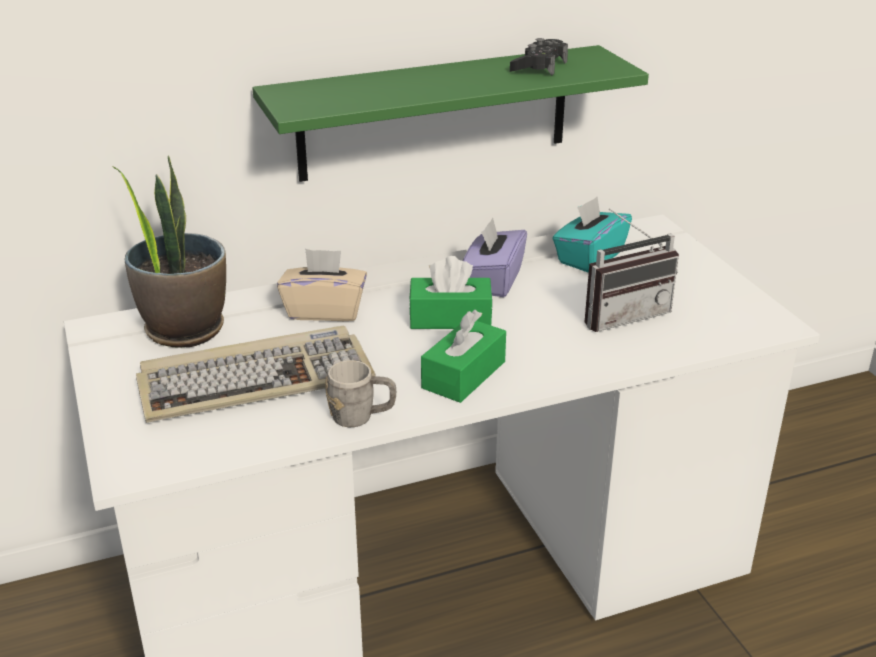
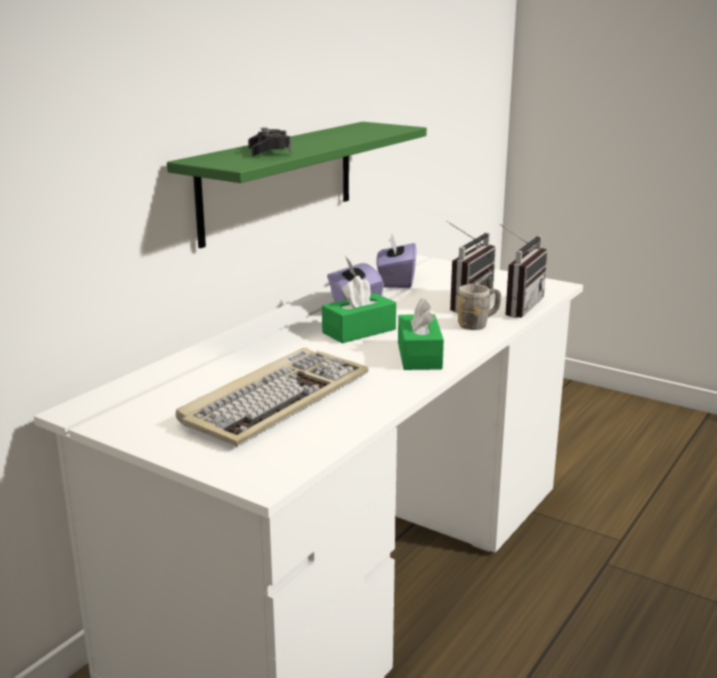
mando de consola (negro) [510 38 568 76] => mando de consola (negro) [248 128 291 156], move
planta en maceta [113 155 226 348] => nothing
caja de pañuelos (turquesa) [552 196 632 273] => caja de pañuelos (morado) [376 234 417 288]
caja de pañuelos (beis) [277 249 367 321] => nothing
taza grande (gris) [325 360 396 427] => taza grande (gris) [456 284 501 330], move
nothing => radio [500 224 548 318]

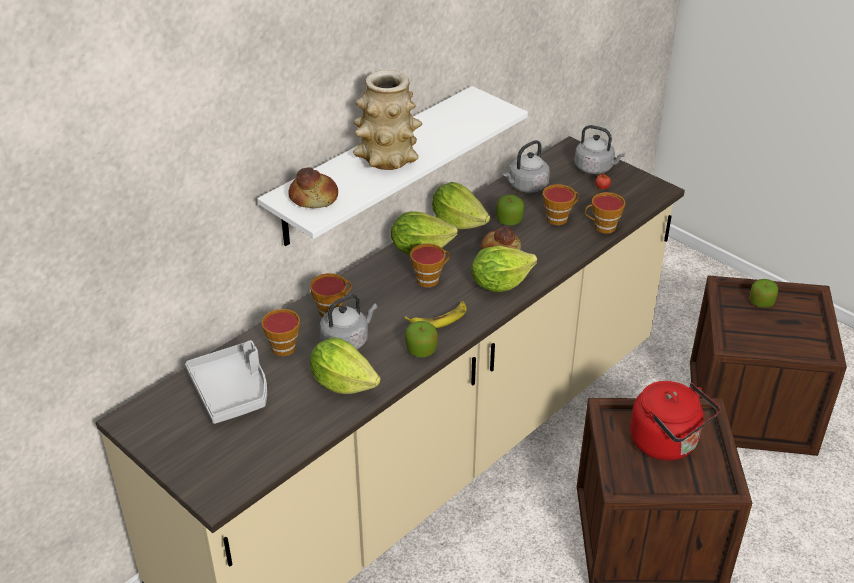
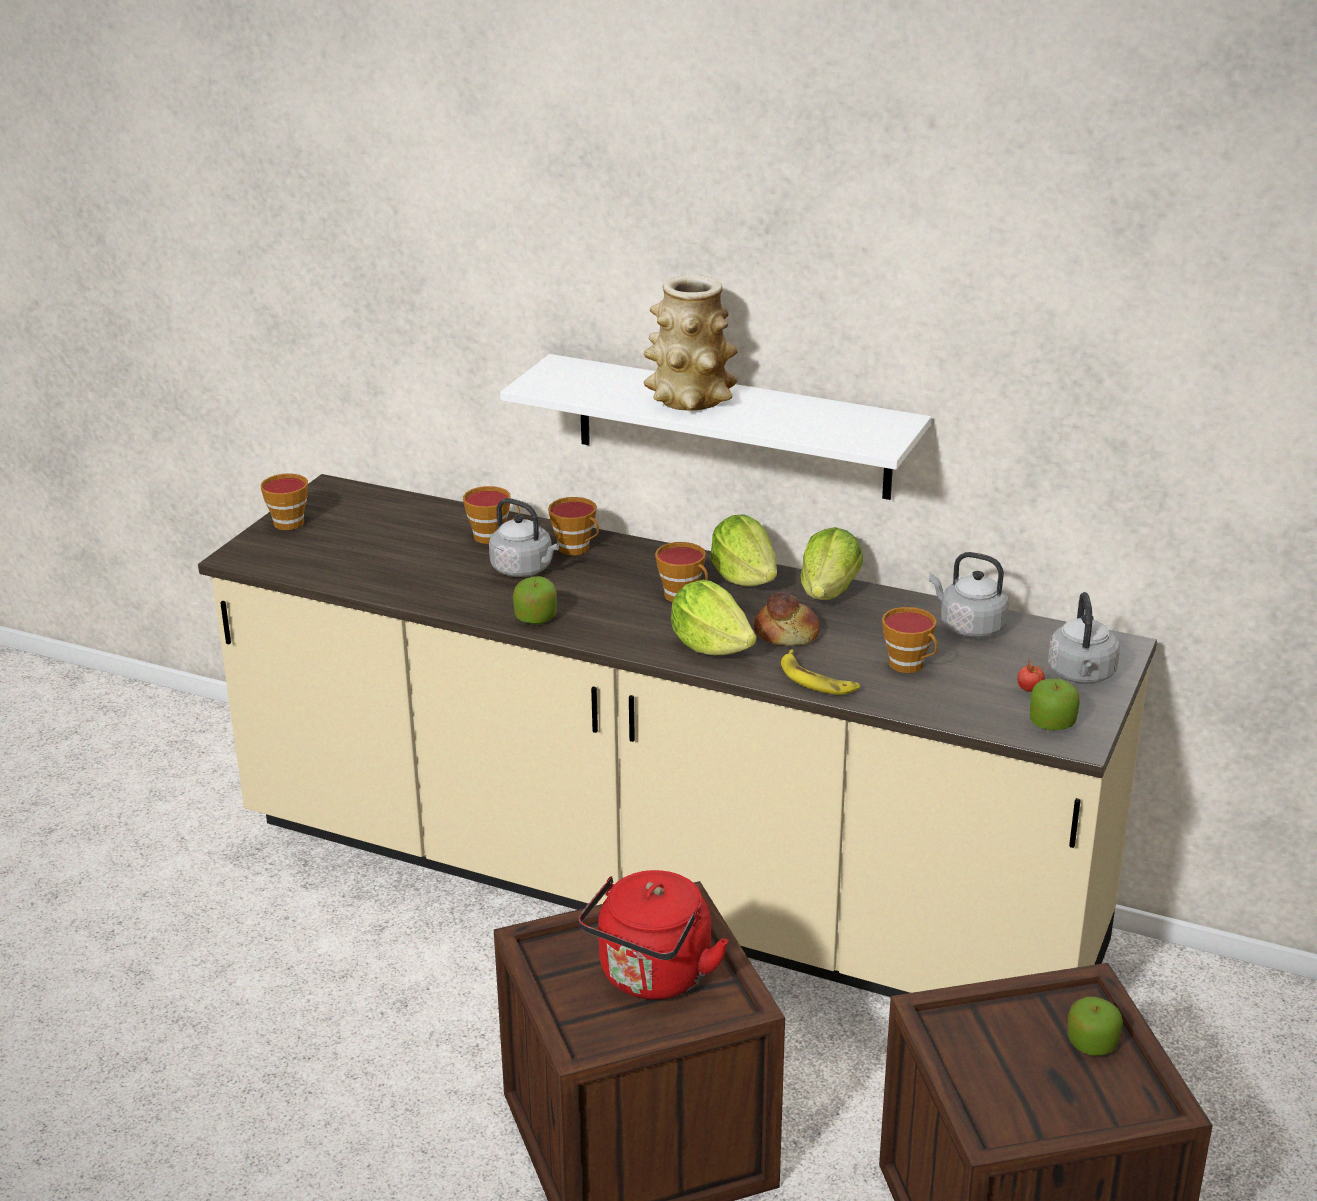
pan [288 167 338 208] => nothing
taza [585 192 625 234] => taza [261 474 308 530], move
manzana [496 194 524 225] => manzana [1030 679 1080 730], move
plátano [405 301 467 328] => plátano [781 649 860 695], move
lechuga [310 338 381 394] => nothing
bandeja (gris) [185 340 267 424] => nothing

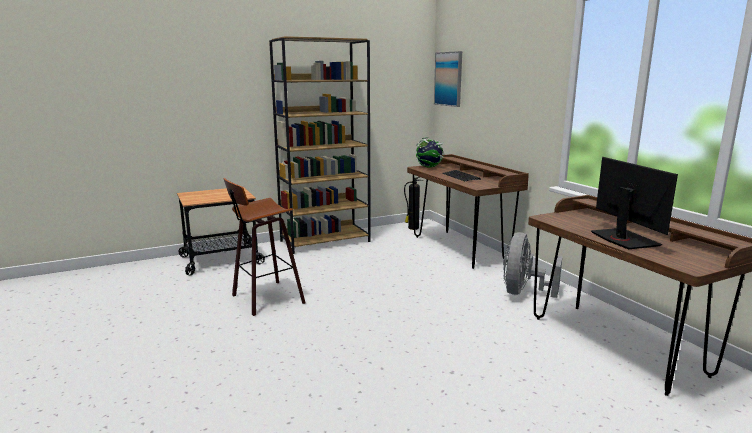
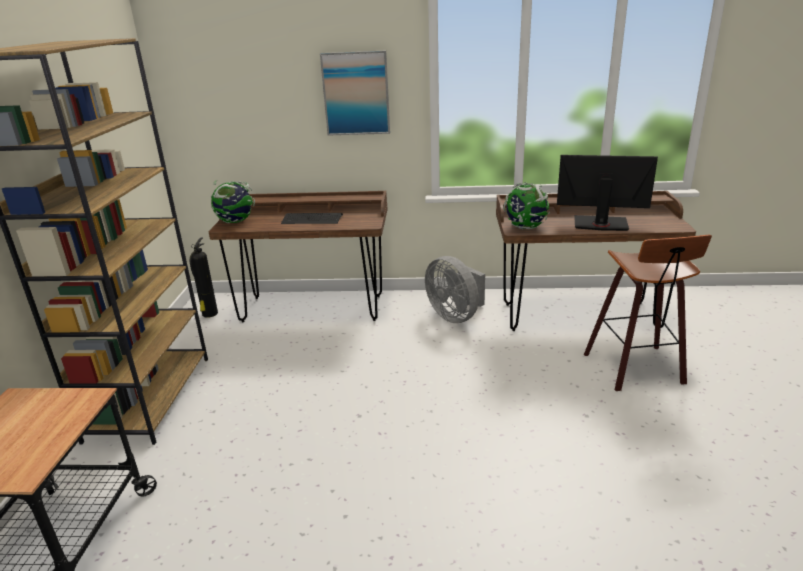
cuadro [434 51 462 107] => cuadro [320 51 390 136], move
taburete [223 178 306 316] => taburete [584 235 712 391], move
nothing => globo terráqueo [503 182 550 229]

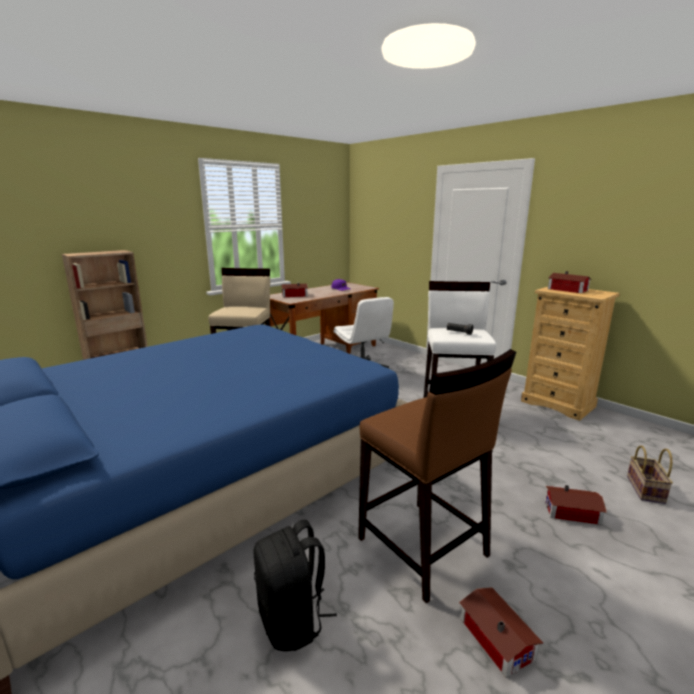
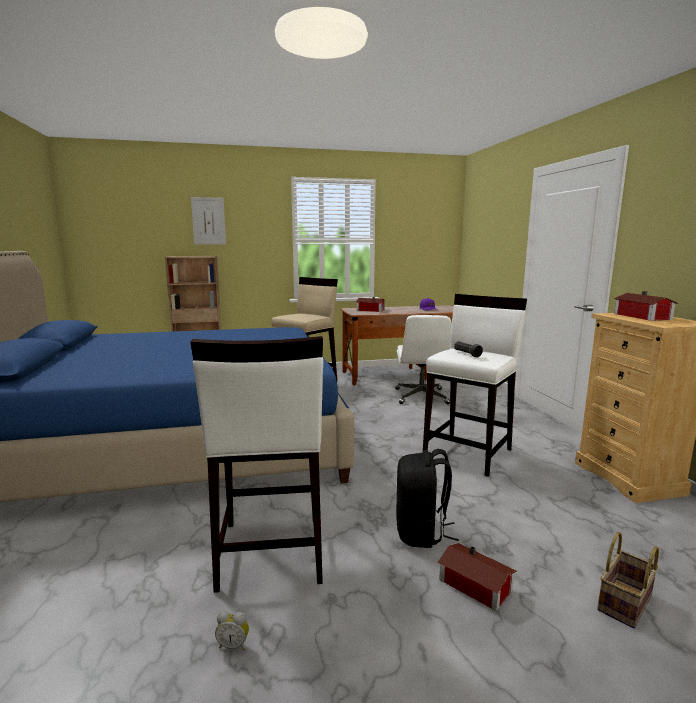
taburete (marrón) [358 349 516 604] => taburete (blanco) [190 336 323 593]
mochila (negro) [253 520 337 651] => mochila (negro) [396 449 459 548], move
casita [459 587 543 678] => despertador [215 611 249 651]
nothing => cuadro [191 197 226 245]

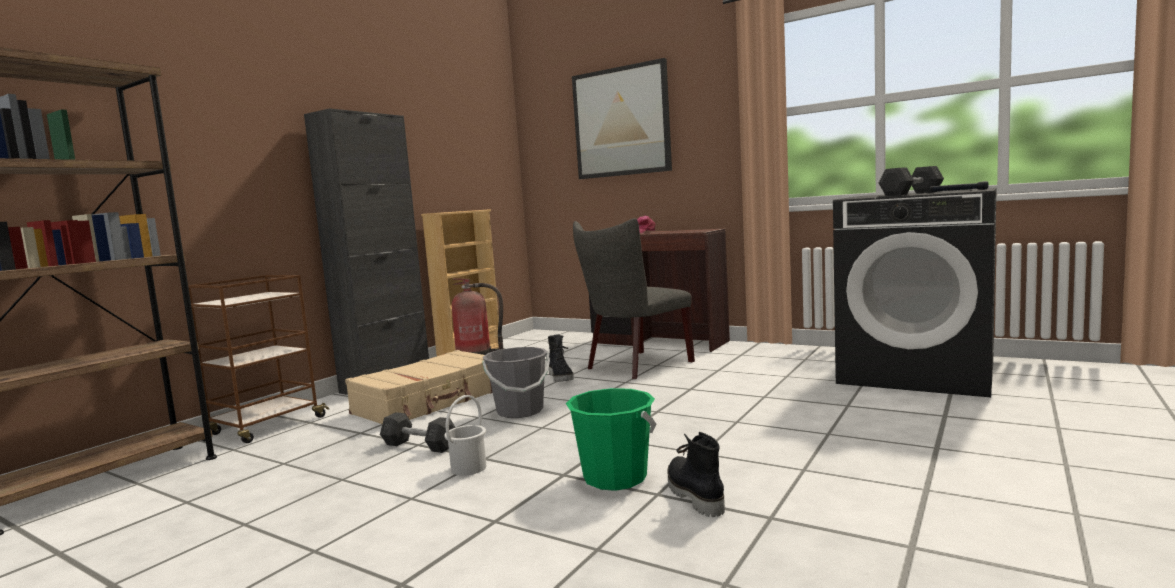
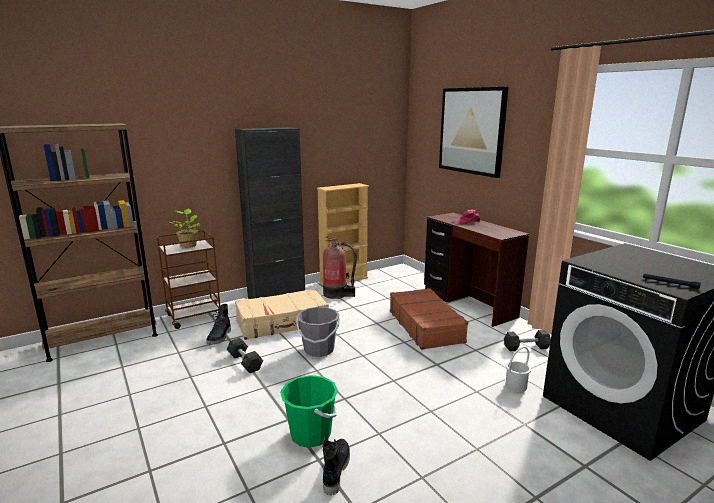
mancuerna (gris) [879 166 944 196] => mancuerna (gris) [504 330 551 351], move
silla (gris) [573 218 695 379] => maleta (marrón) [390 288 468 350]
bota (negro) [548 334 574 382] => bota (negro) [207 304 231 345], move
cubo (blanco) [444 395 486 476] => cubo (blanco) [506 347 531 392], move
nothing => planta en maceta [170 209 200 248]

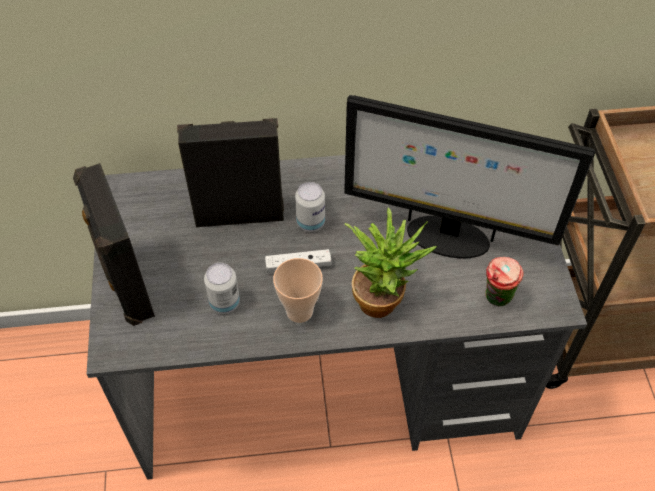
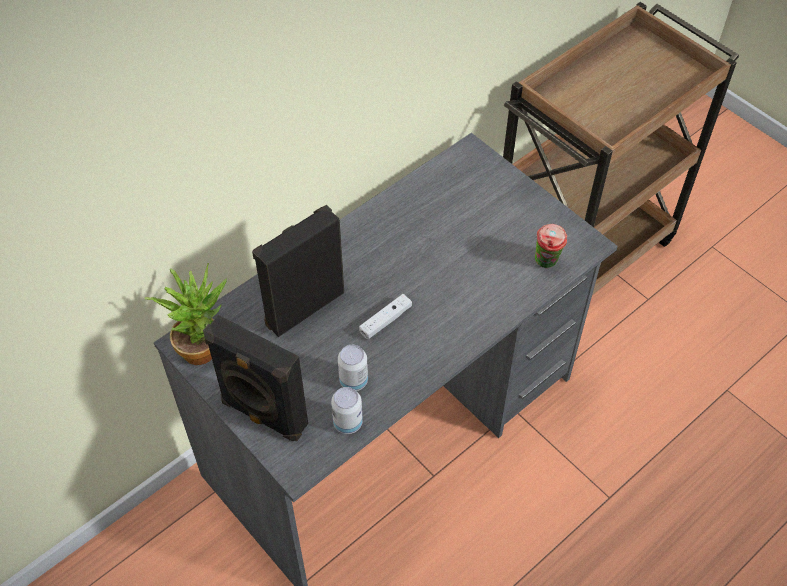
monitor [344 95 595 259] => nothing
lata [295 182 325 232] => lata [331 387 363 434], move
planta en maceta [345 208 437 318] => planta en maceta [145 263 227 365], move
taza [273 258 323 323] => nothing

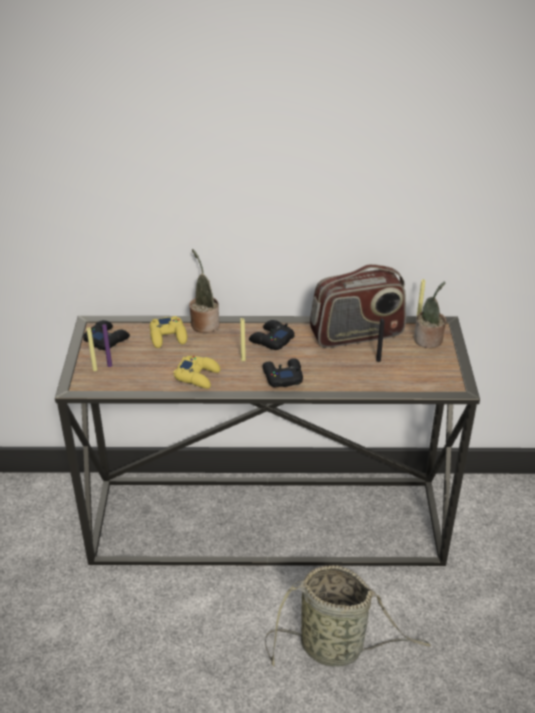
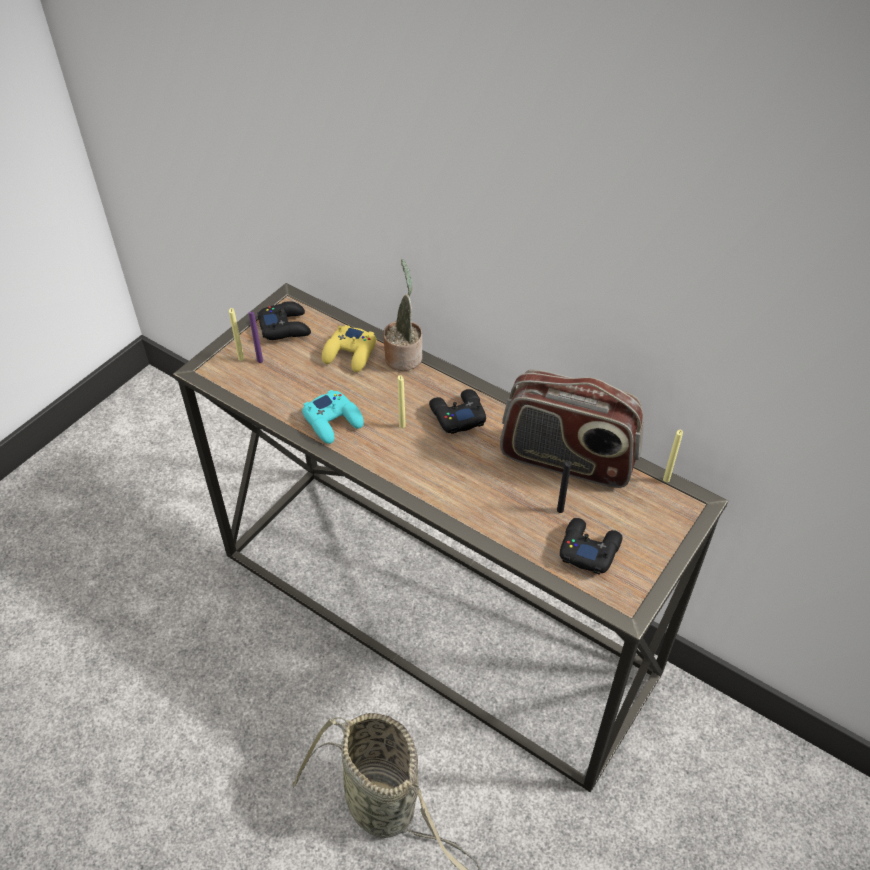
planta en maceta [414 282 446 348] => nothing
mando de consola (amarillo) [174 356 220 389] => mando de consola (turquesa) [302 390 364 444]
mando de consola (negro) [263 358 303 388] => mando de consola (negro) [560 518 622 575], move

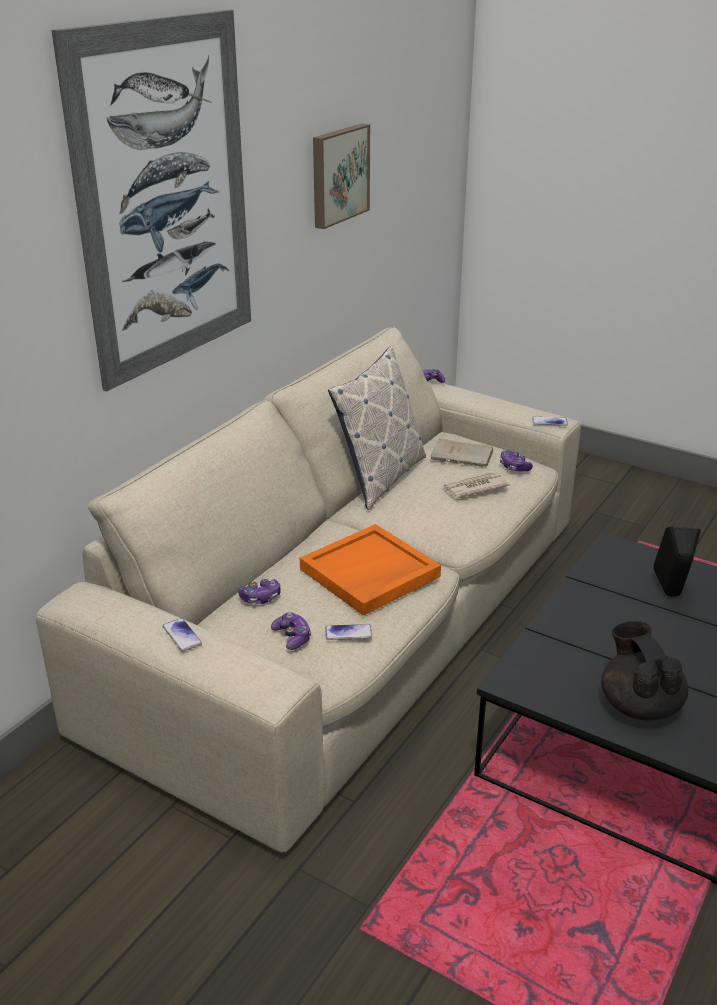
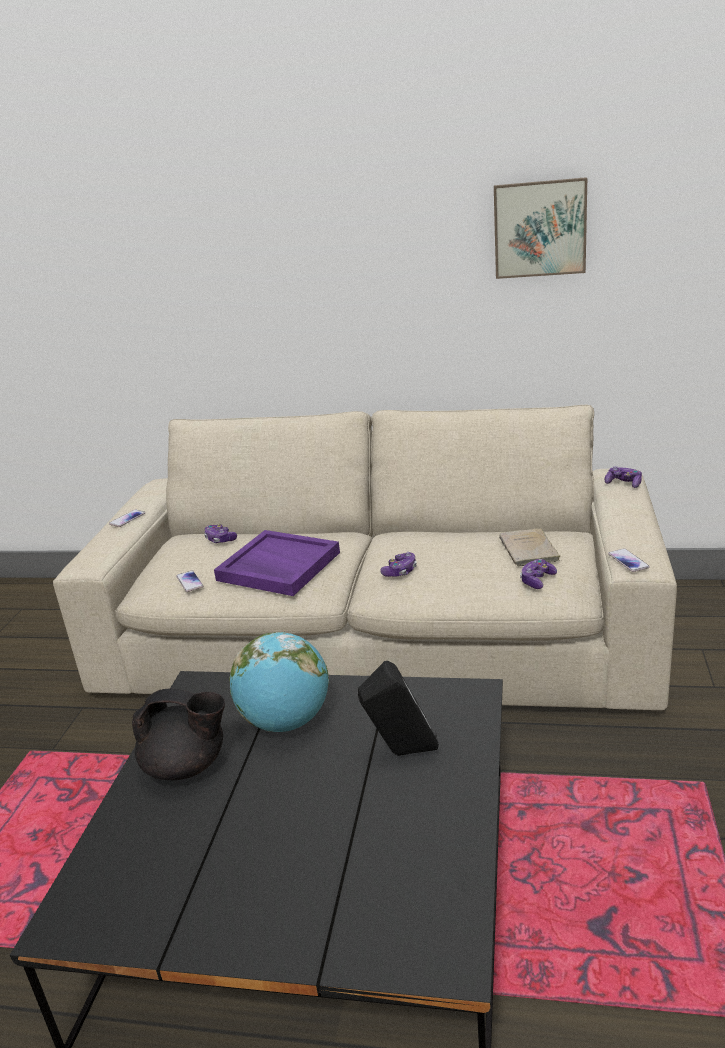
cuadro [52 10 251 391] => nothing
cojín [328 346 426 510] => nothing
periódico [441 473 510 498] => nothing
bandeja (naranja) [300 524 441 616] => bandeja (morado) [214 530 340 596]
mando de consola [271 612 311 650] => mando de consola [380 552 417 577], move
tetera (negro) [601 621 688 721] => tetera (negro) [132 688 225 780], 45 degrees clockwise
nothing => globo terráqueo [229 632 329 732]

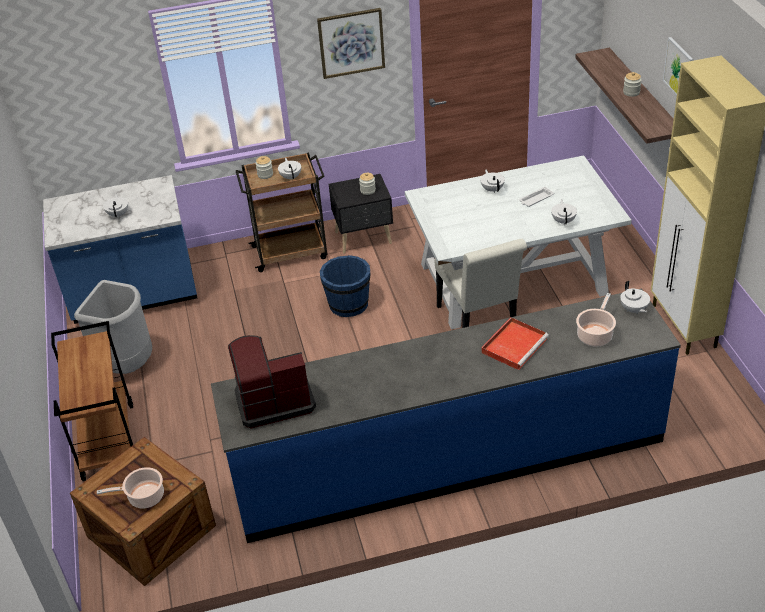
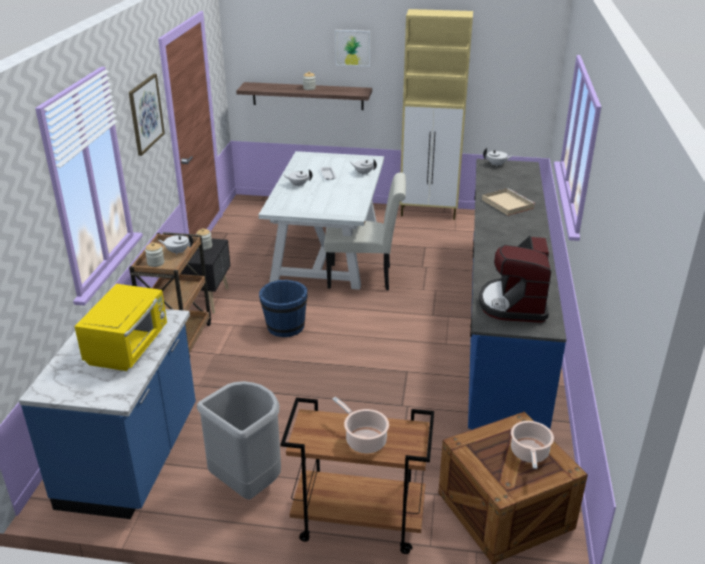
tetera (blanco) [103 193 128 218] => microondas (amarillo) [74 284 167 371]
olla [576 293 616 347] => olla [332 397 389 453], move
bandeja (rojo) [481 317 549 370] => bandeja (beis) [482 188 535 216]

